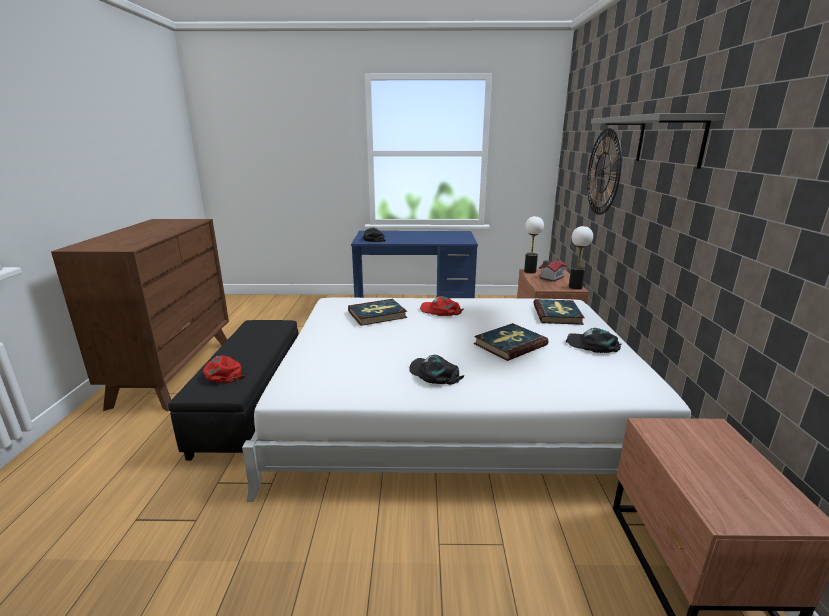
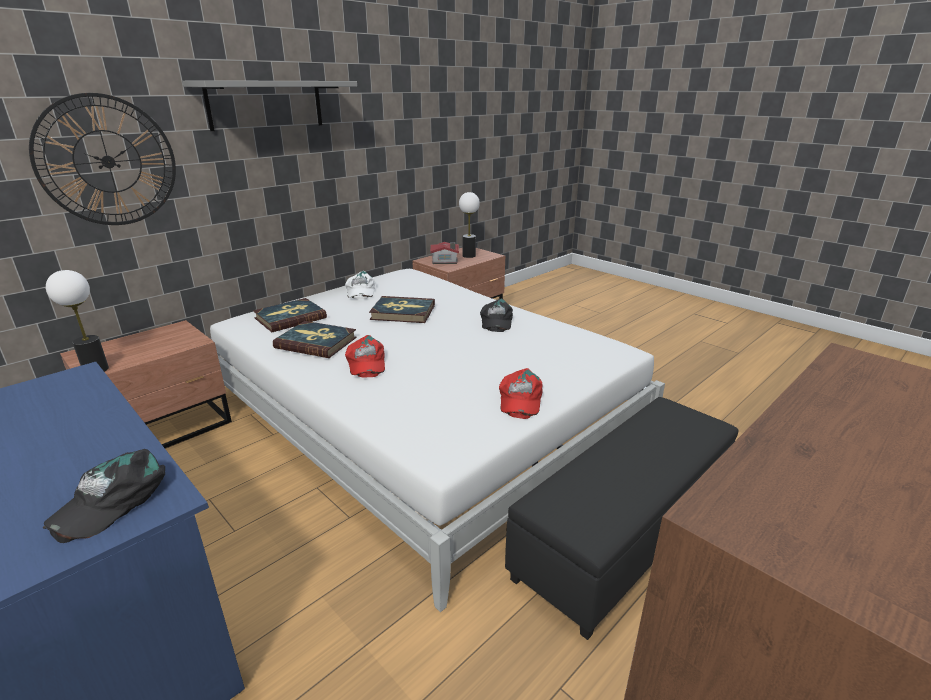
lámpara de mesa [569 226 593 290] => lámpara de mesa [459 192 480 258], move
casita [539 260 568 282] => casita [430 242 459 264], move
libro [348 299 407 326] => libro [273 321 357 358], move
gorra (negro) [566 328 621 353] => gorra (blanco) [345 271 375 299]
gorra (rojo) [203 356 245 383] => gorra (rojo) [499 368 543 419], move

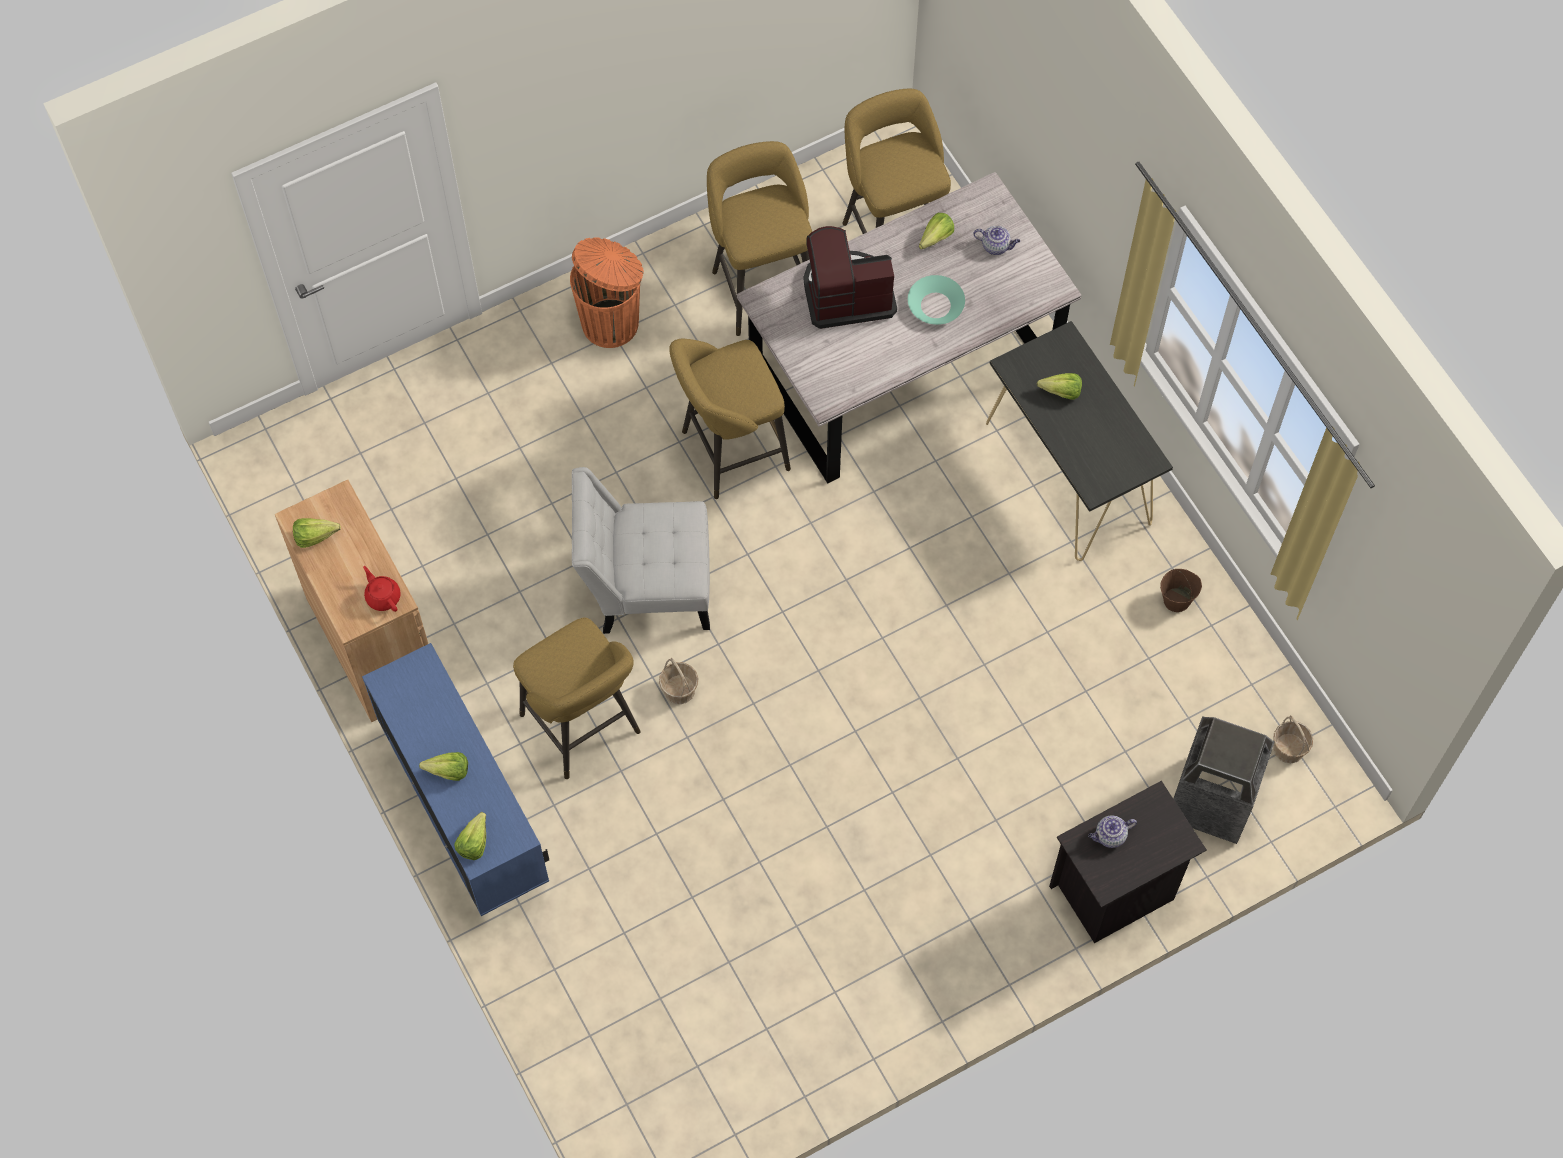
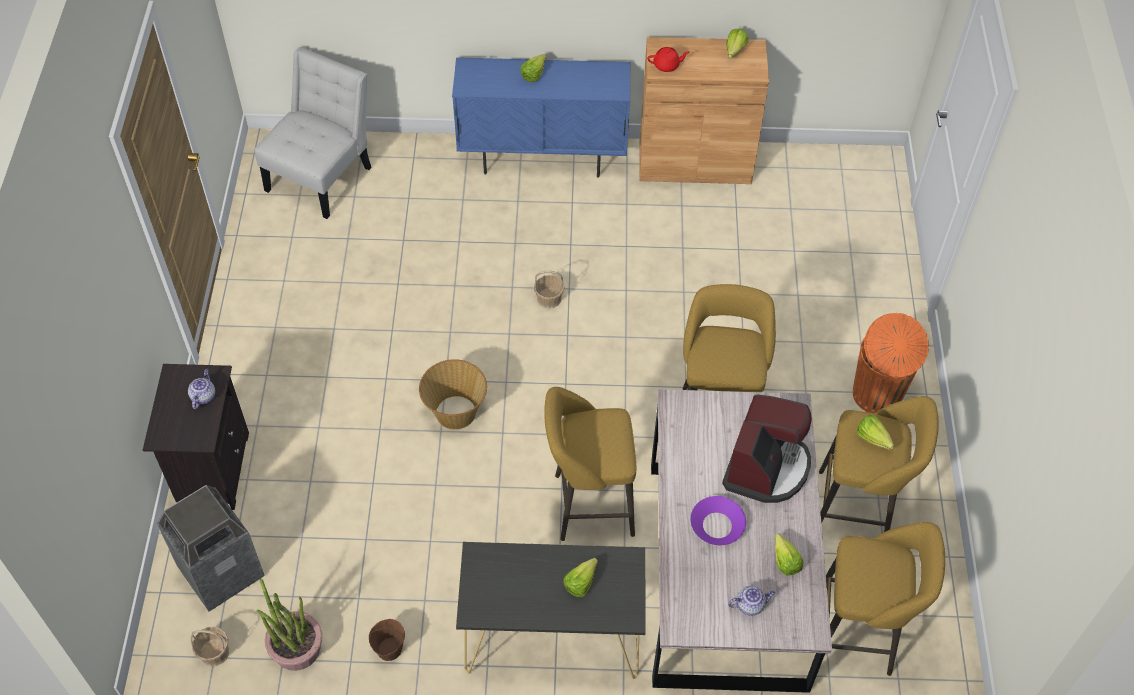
tetera [974 226 1020 255] => tetera [728 586 776 616], 150 degrees counterclockwise
cuenco (turquesa) [908 275 965 325] => cuenco (morado) [691 496 746 545]
silla (blanco) [572 467 710 634] => silla (blanco) [254 47 372 219], move
taburete (amarillo) [513 617 641 779] => taburete (amarillo) [544 387 636 541], move
lechuga [454 812 486 860] => lechuga [857 415 894 450], move
nothing => cesta [419 359 487 430]
nothing => planta en maceta [257 578 322 671]

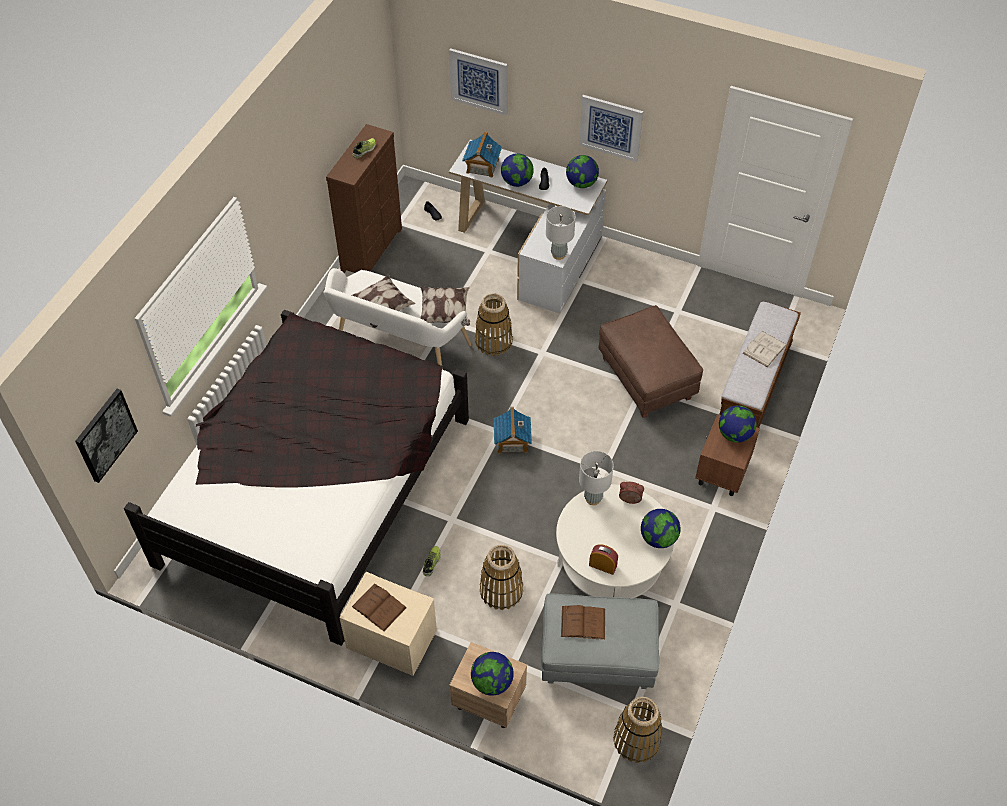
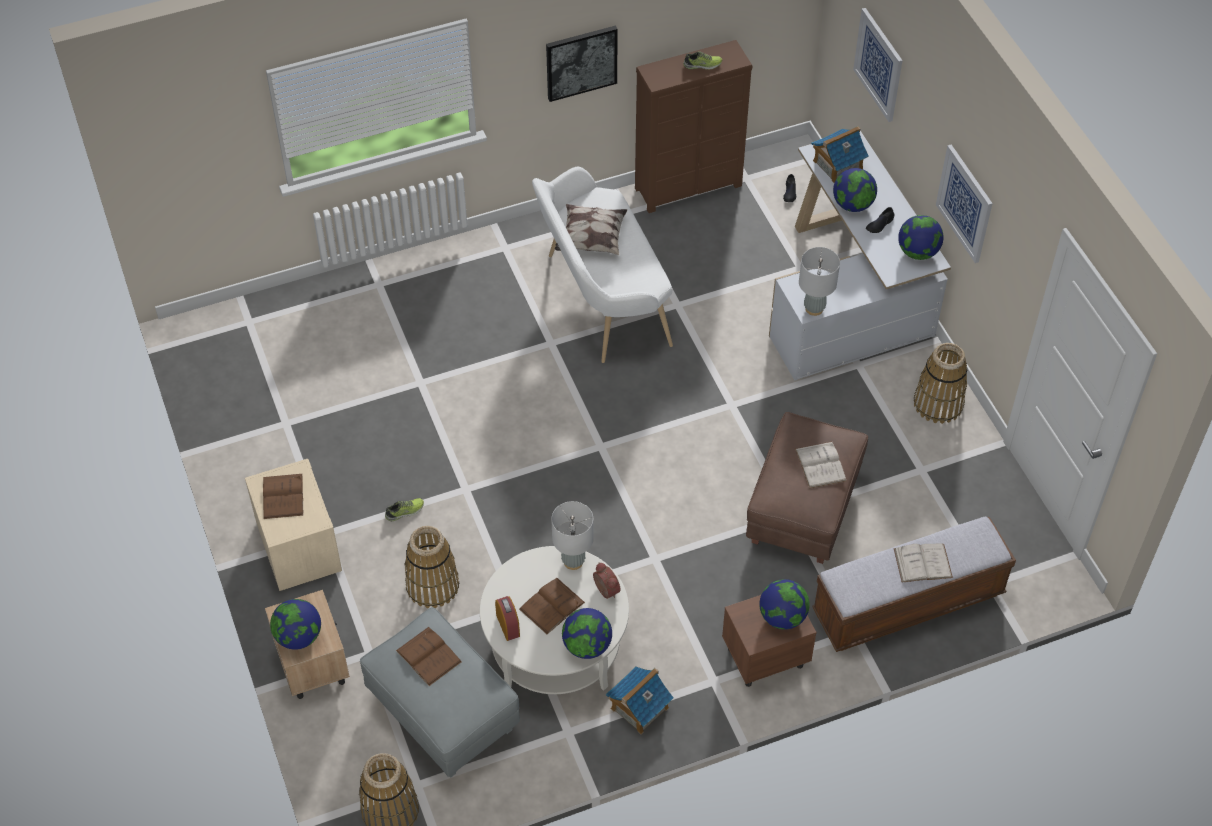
cojín [420 286 470 326] => nothing
cesta [475 293 513 356] => cesta [914 343 967 424], move
cama (negro) [124 310 469 646] => nothing
cuadro [75 389 138 483] => cuadro [546 25 618 102], move
casita [494 407 532 453] => casita [606 666 674 734], move
nothing => libro (blanco) [795 441 847 489]
nothing => libro (marrón) [519 578 585 634]

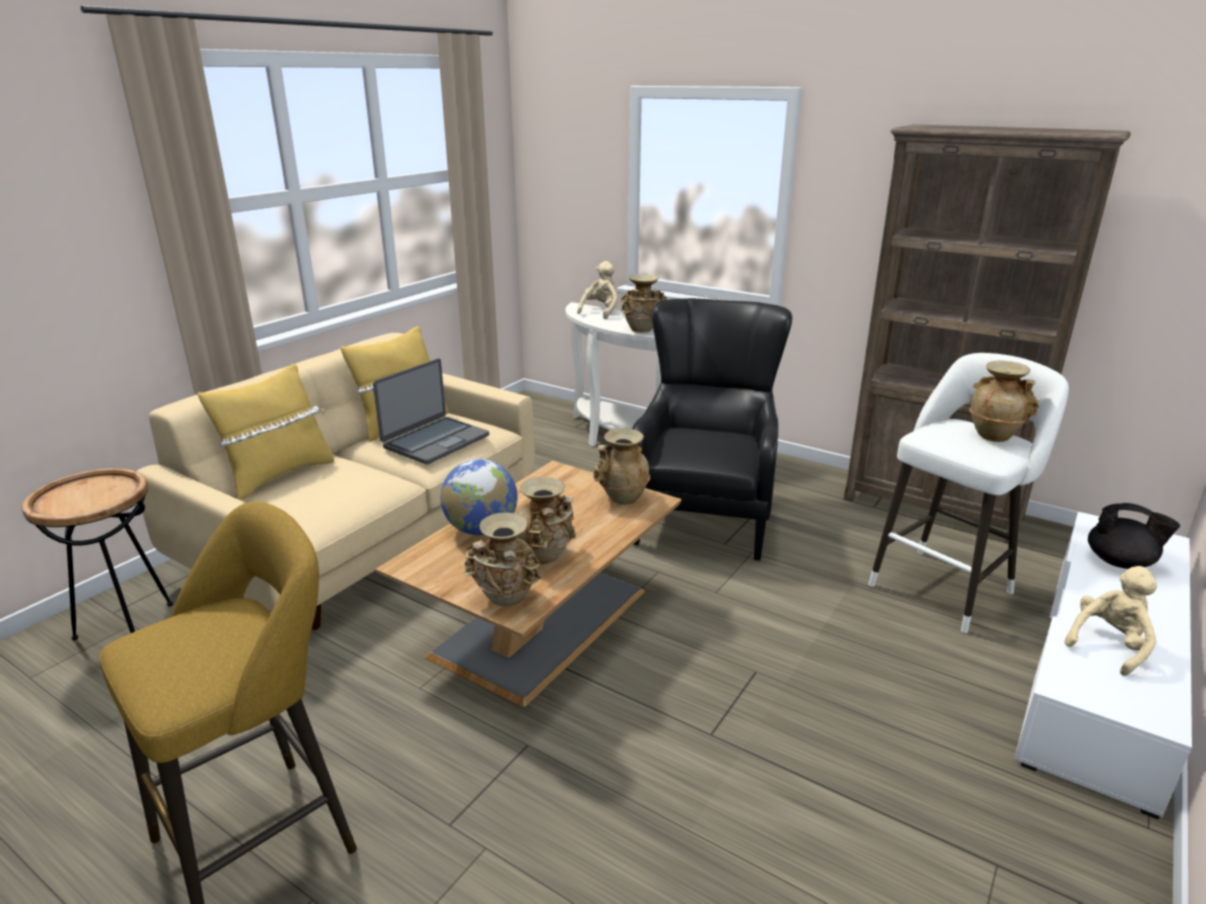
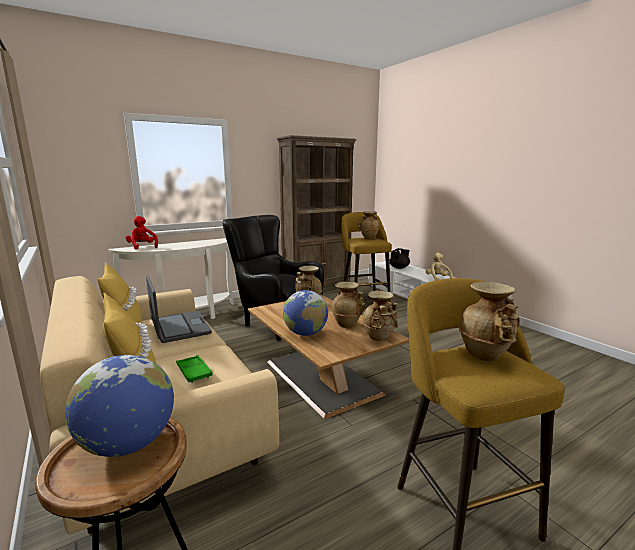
peluche (beis) [577 261 618 319] => peluche (rojo) [126 216 158 250]
florero (beis) [621 274 667 332] => florero (beis) [459 282 520 361], move
taburete (blanco) [868 353 1069 633] => taburete (amarillo) [341 212 392 302]
nothing => globo terráqueo [65 355 174 457]
nothing => bandeja (verde) [176 355 212 383]

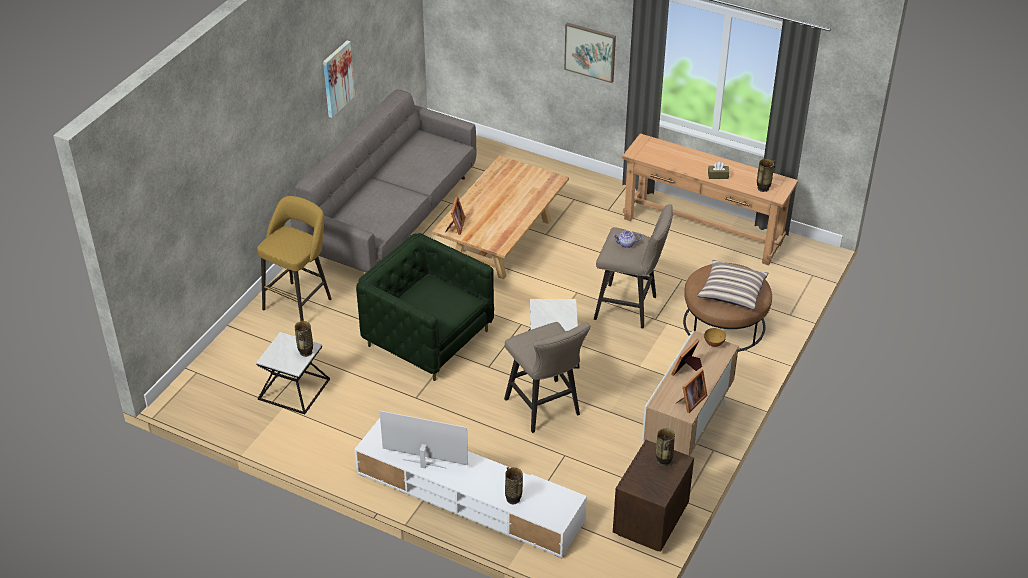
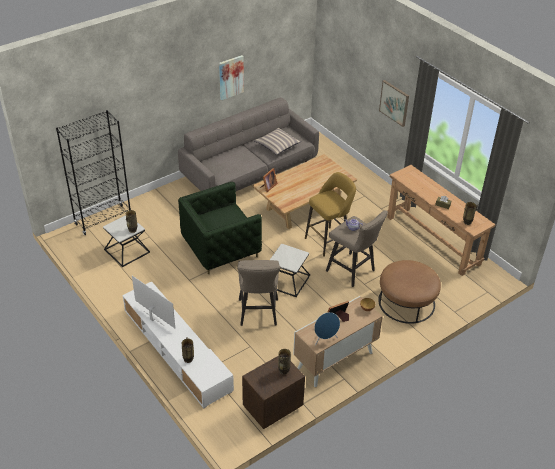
taburete (amarillo) [257 196 332 321] => taburete (amarillo) [305 172 356 257], move
sillón (verde) [356 233 494 381] => sillón (verde) [178 182 262 274], 90 degrees counterclockwise
cojín [698 260 768 310] => cojín [254 128 301 155], move
portarretratos [675 369 707 413] => altavoz (azul) [314 312 340 346]
nothing => estantería (negro) [56 110 131 235]

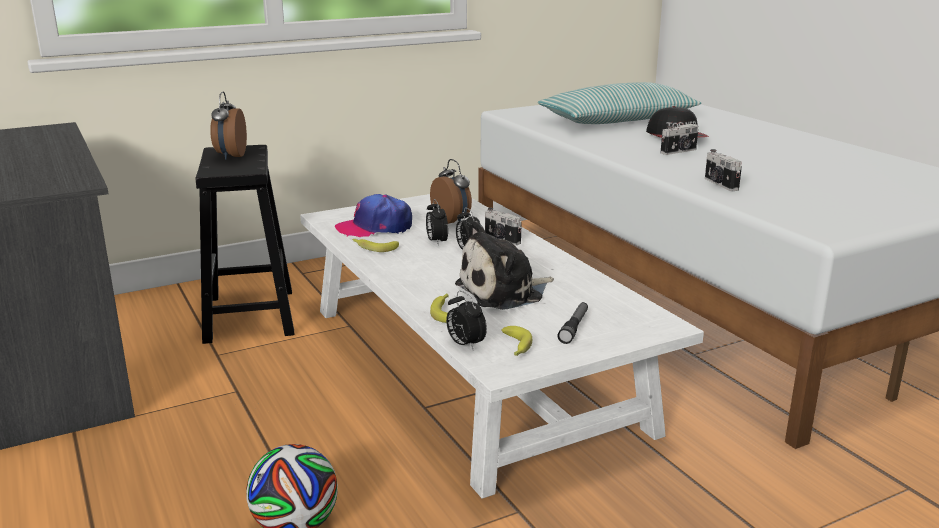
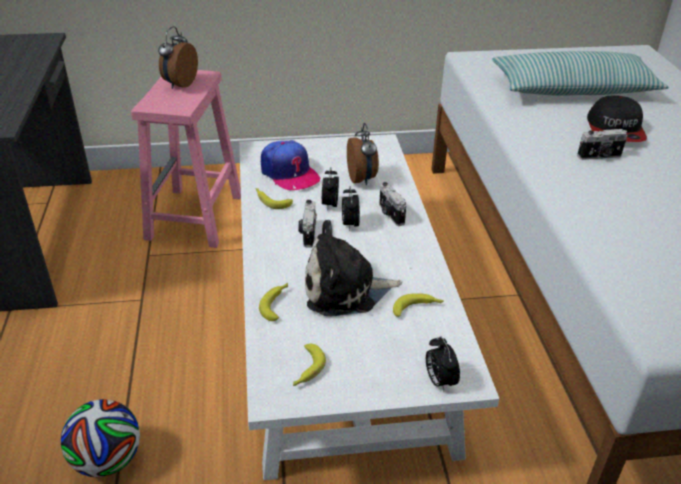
taburete (negro) [196 145 294 344] => taburete (rosa) [131 70 241 248]
cámara [705 149 742 191] => cámara [298 200 317 248], move
gorra [335 194 412 237] => gorra [261 140 321 190], 135 degrees counterclockwise
despertador [446 291 487 351] => despertador [426 336 460 392], move
linterna [557 302 588 344] => nothing
nothing => plátano [393 293 444 317]

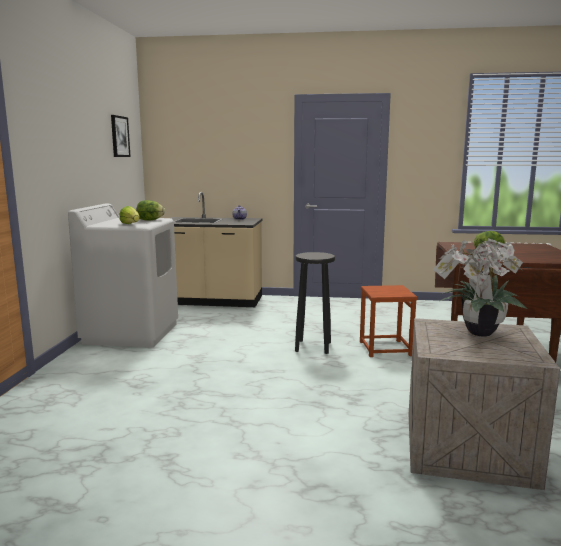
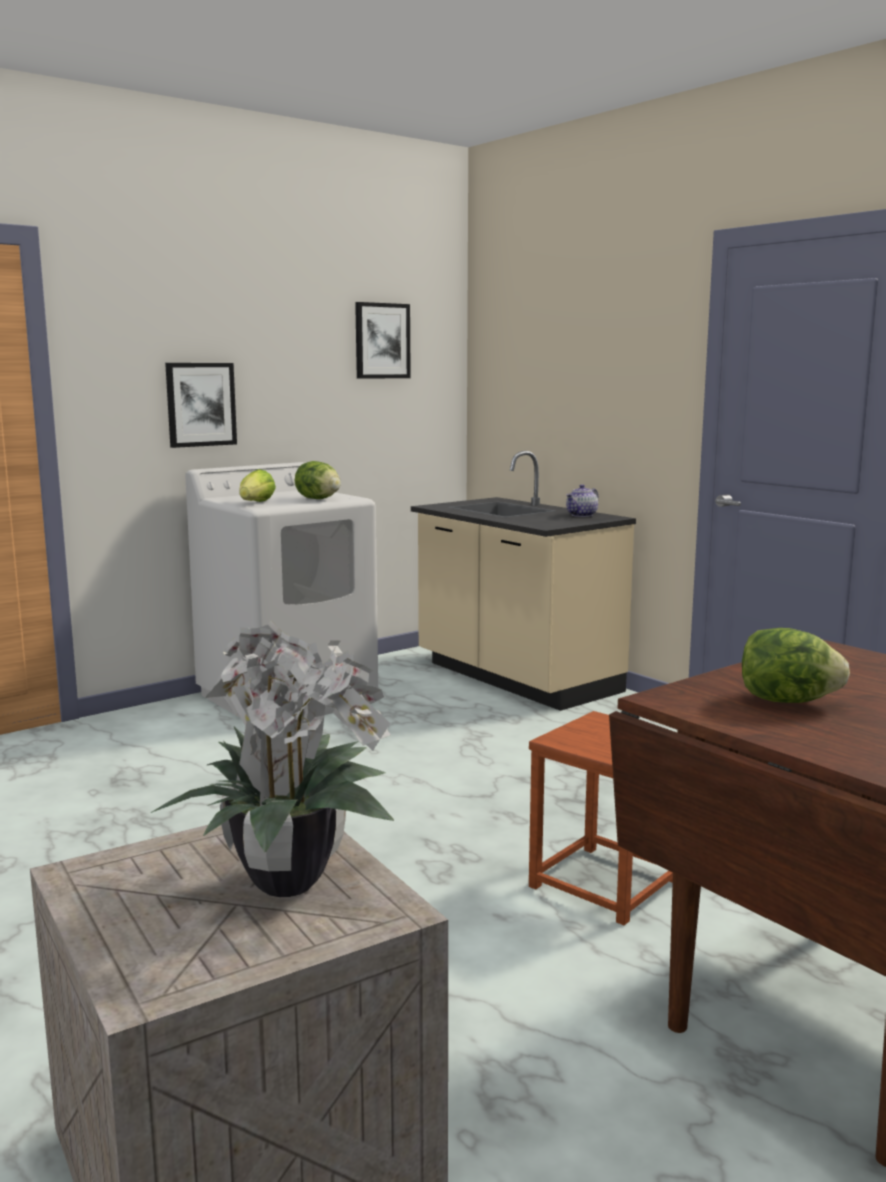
taburete (negro) [295 252 335 354] => nothing
nothing => cuadro [165 363 237 448]

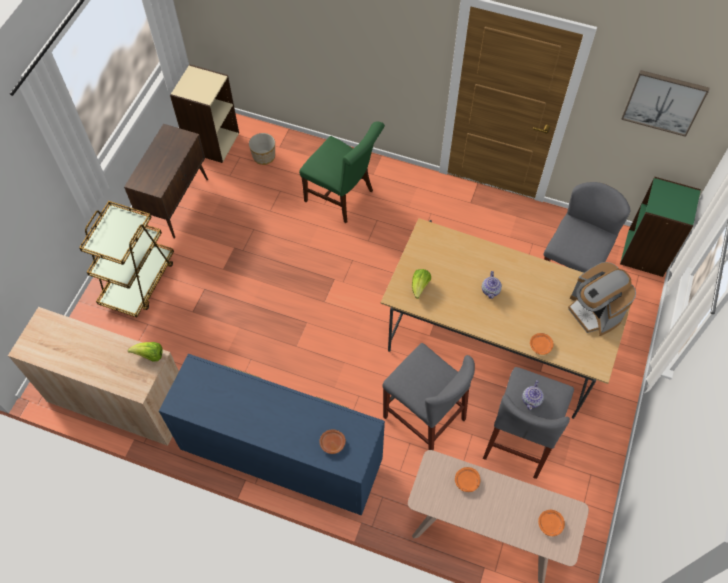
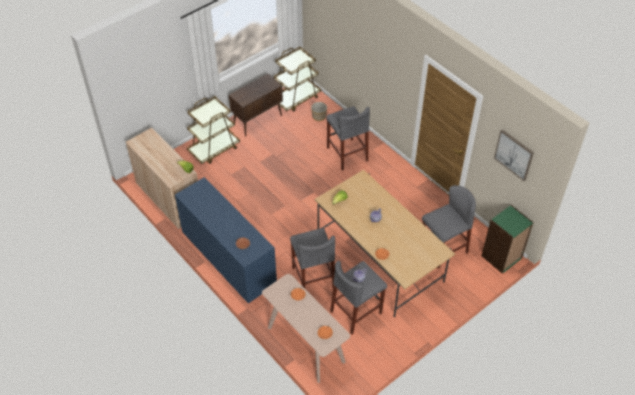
estantería (beis) [170 64 239 163] => carrito (marrón) [274 47 321 112]
silla (verde) [299 122 385 224] => taburete (gris) [327 106 370 171]
cafetera [568 262 636 336] => nothing

